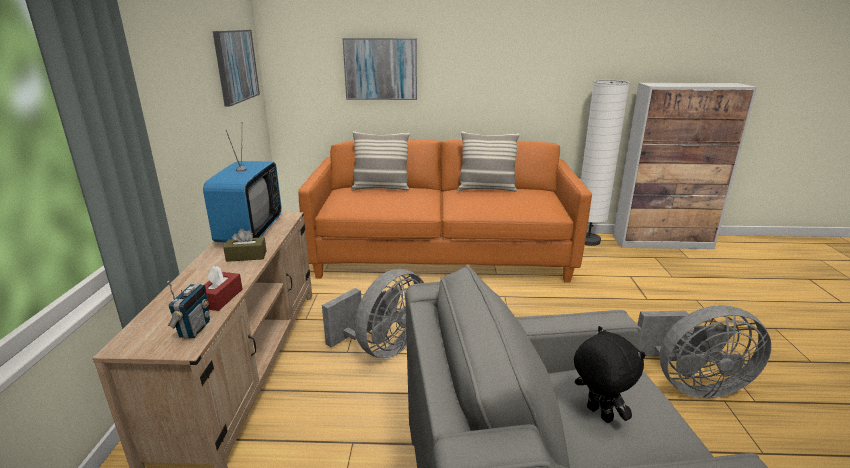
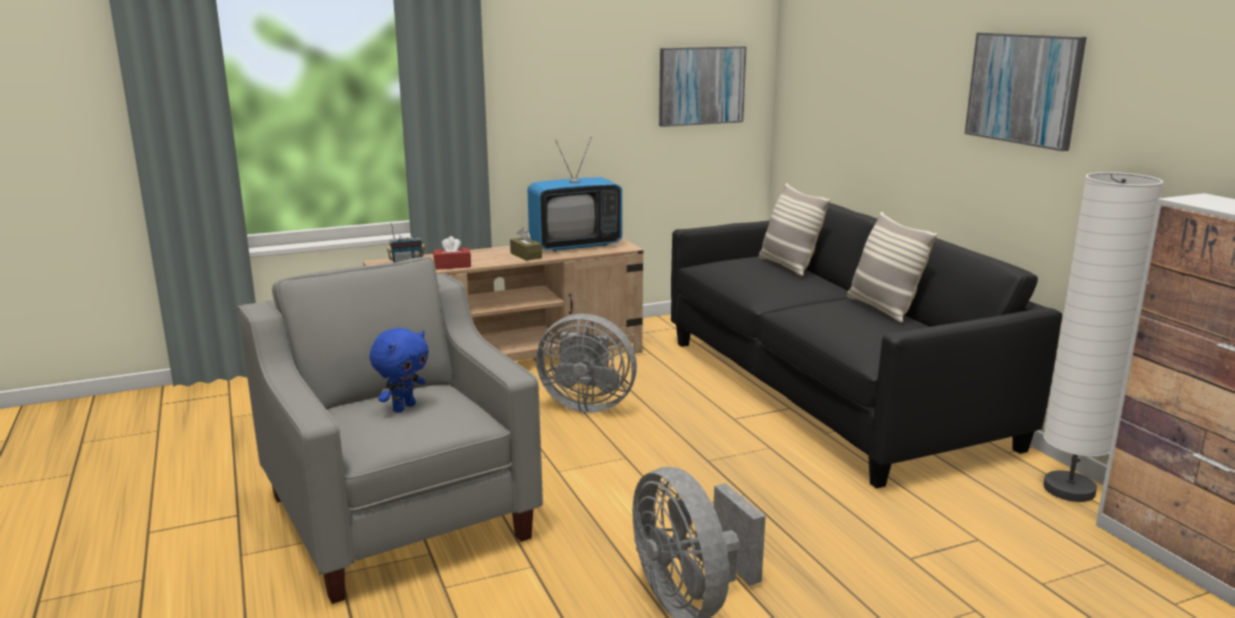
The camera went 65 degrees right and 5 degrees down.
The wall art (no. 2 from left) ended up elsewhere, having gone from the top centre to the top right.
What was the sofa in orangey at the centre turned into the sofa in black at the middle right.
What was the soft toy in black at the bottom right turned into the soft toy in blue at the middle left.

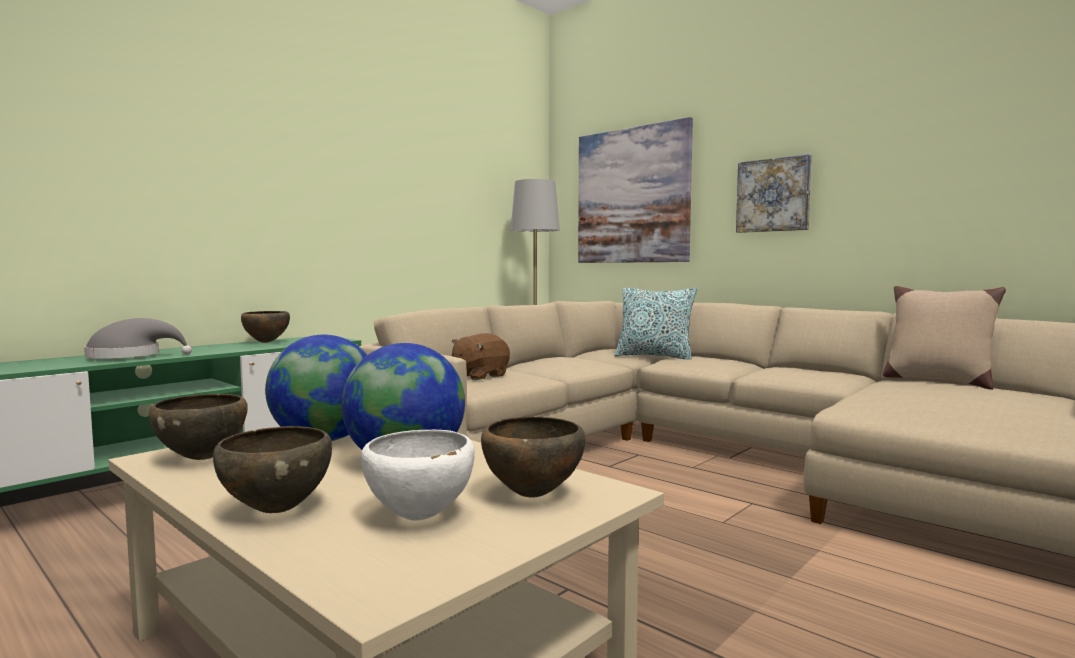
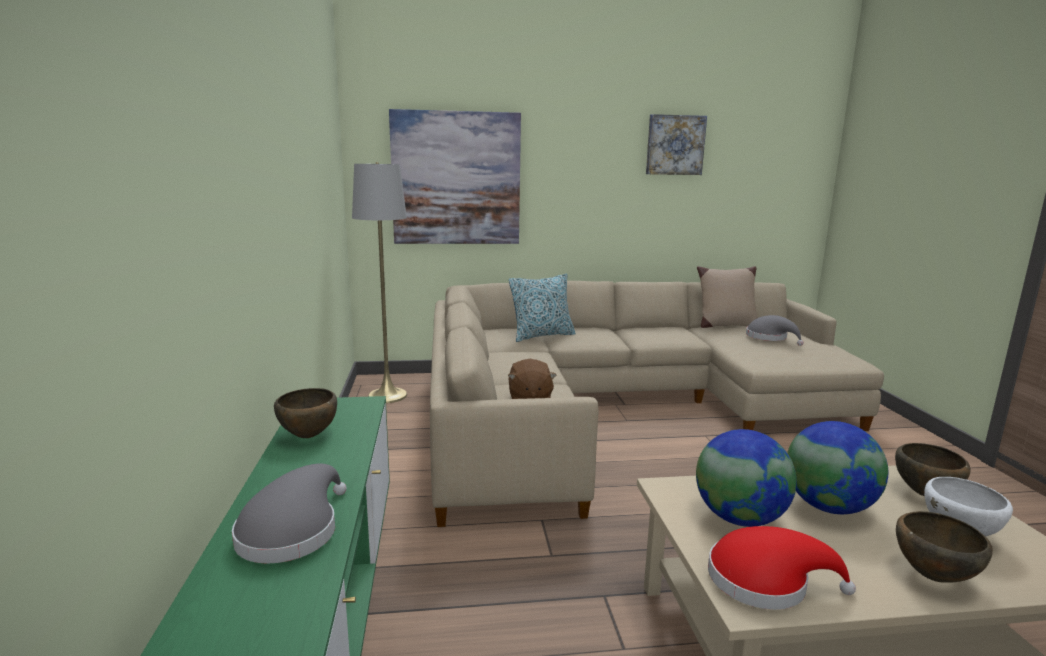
The camera went 50 degrees left and 10 degrees up.
The wall art (no. 2 from left) ended up elsewhere, having gone from the top right to the top centre.
Where the deep dish in brown (no. 1 from left) stood at the middle left, the hat in red-coloured came to stand at the bottom right.
The second view gained the hat in grey (no. 2 from left) at the middle right.

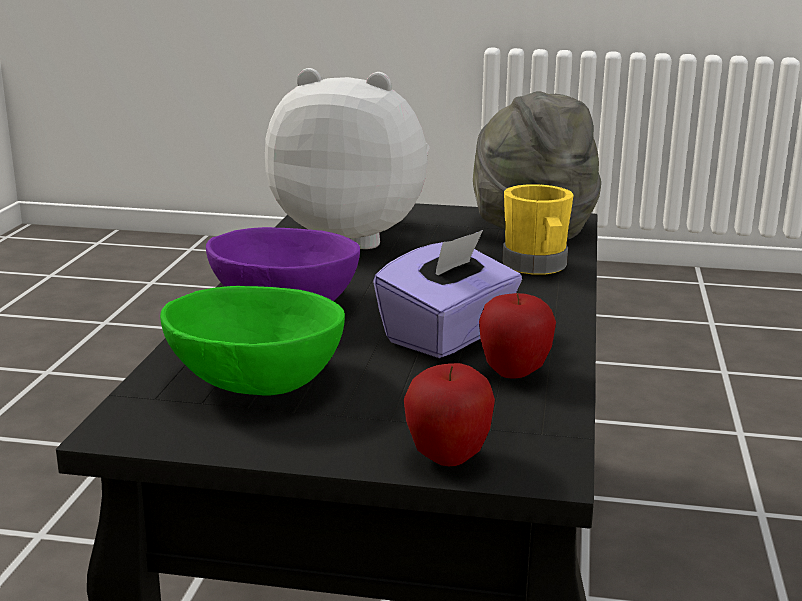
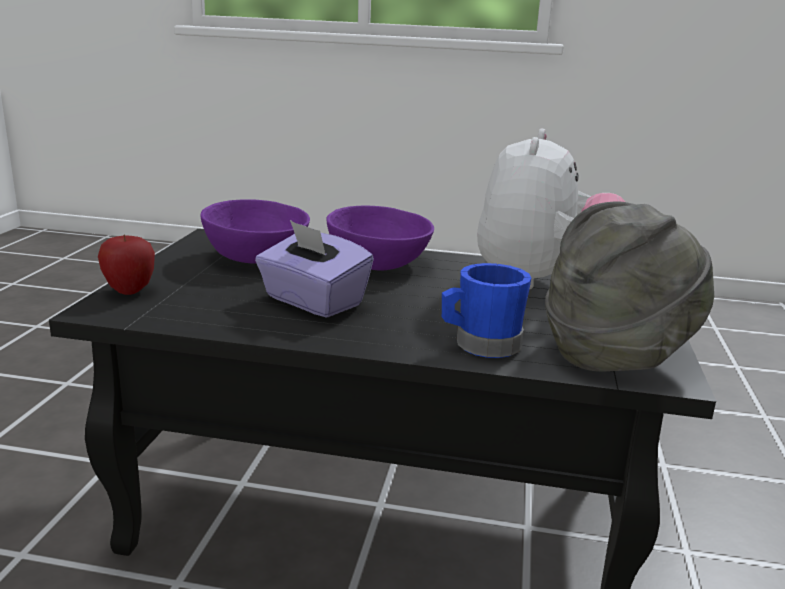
The camera went 90 degrees right and 0 degrees up.
What was the tea mug in yellow at the middle right turned into the tea mug in blue at the centre.
What was the deep dish in greenish at the middle left turned into the deep dish in purple-coloured (no. 1 from left) at the middle left.
The second view lost the whole apple (no. 2 from left) at the centre.

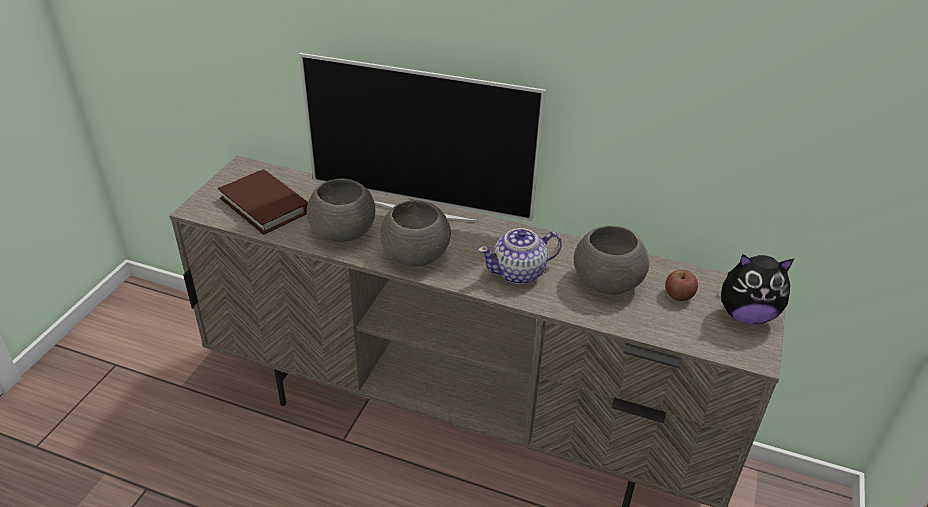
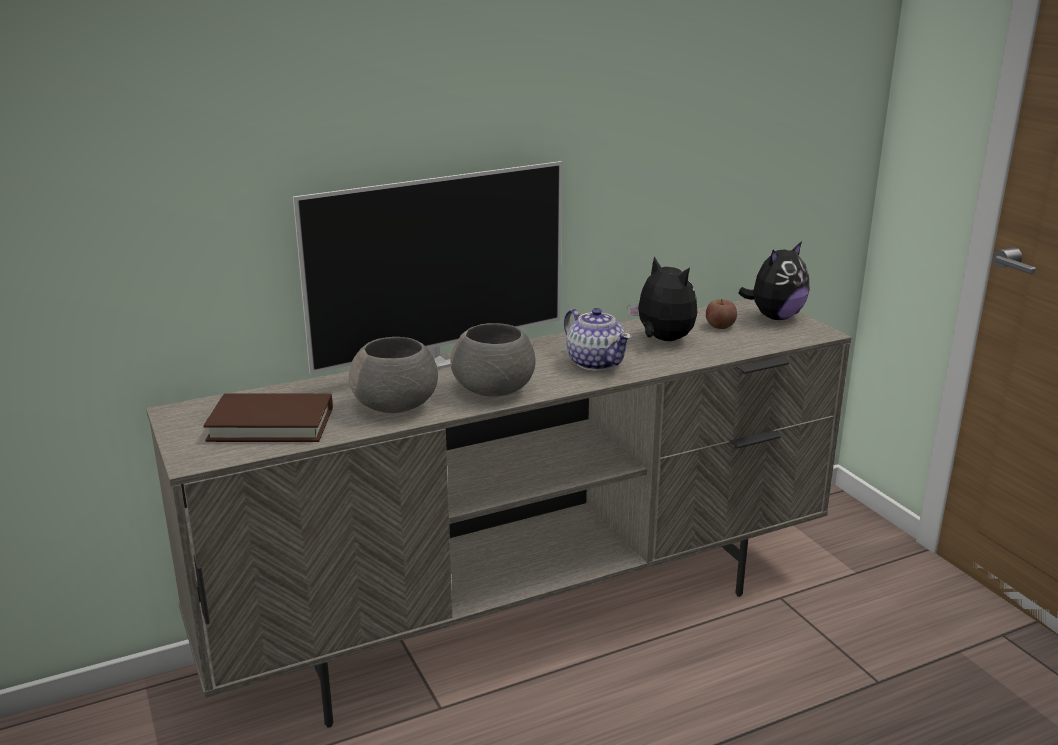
The camera went 45 degrees left and 15 degrees down.
Where the deep dish in grey (no. 3 from left) stood at the centre, the soft toy (no. 1 from left) came to stand at the centre.
The pot for tea at the centre ended up facing another way, 60 degrees counterclockwise from before.

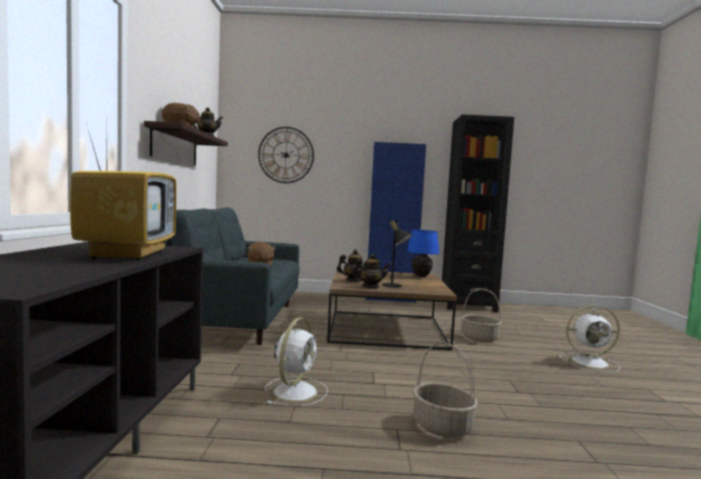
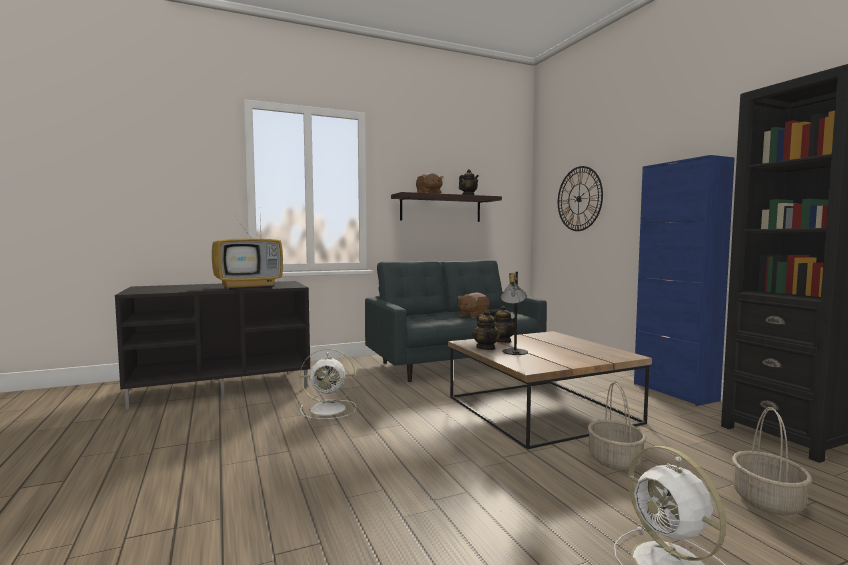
The camera went 65 degrees right and 0 degrees up.
The second view lost the lamp for a table in blue at the centre.
The basket (no. 1 from left in the first image) ended up elsewhere, having gone from the bottom centre to the bottom right.

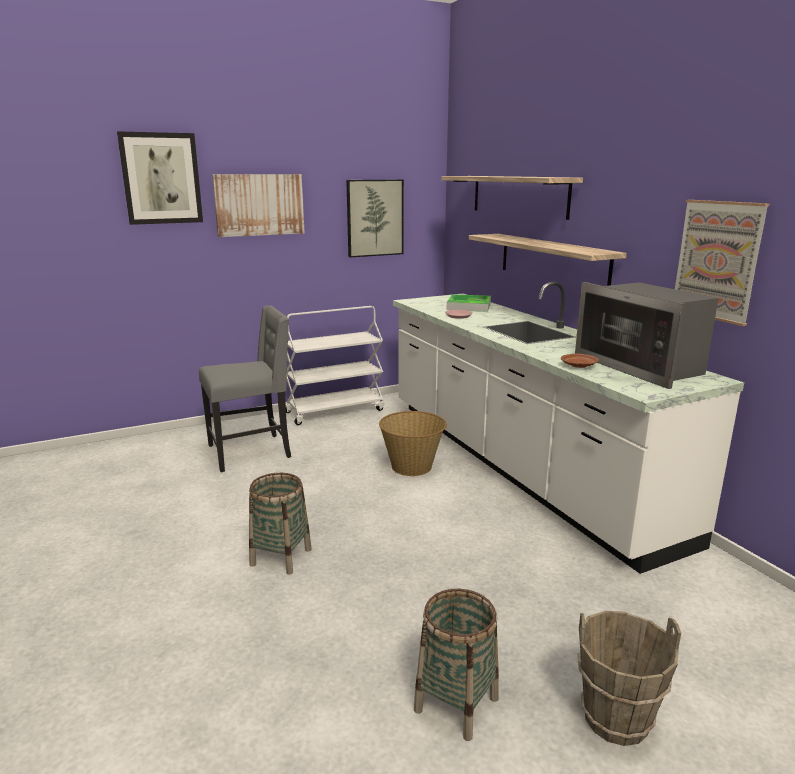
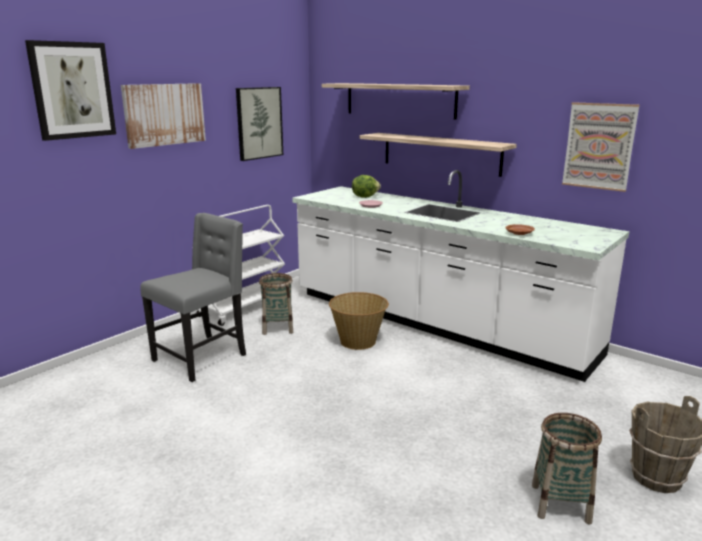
The camera went 25 degrees left and 0 degrees up.
The second view lost the microwave oven at the middle right.
Where the tray stood at the centre, the lettuce came to stand at the centre.
The basket (no. 1 from left) ended up elsewhere, having gone from the bottom centre to the centre.

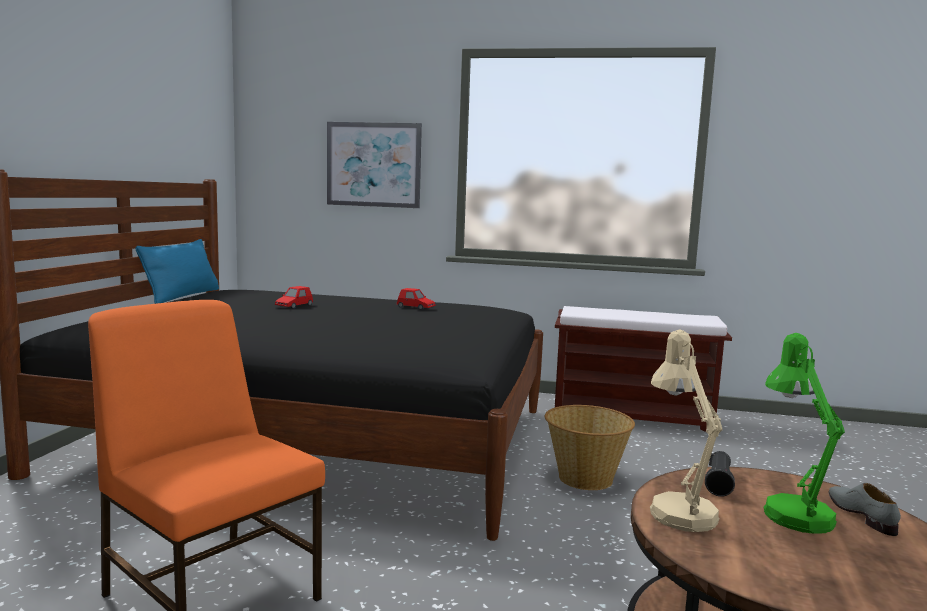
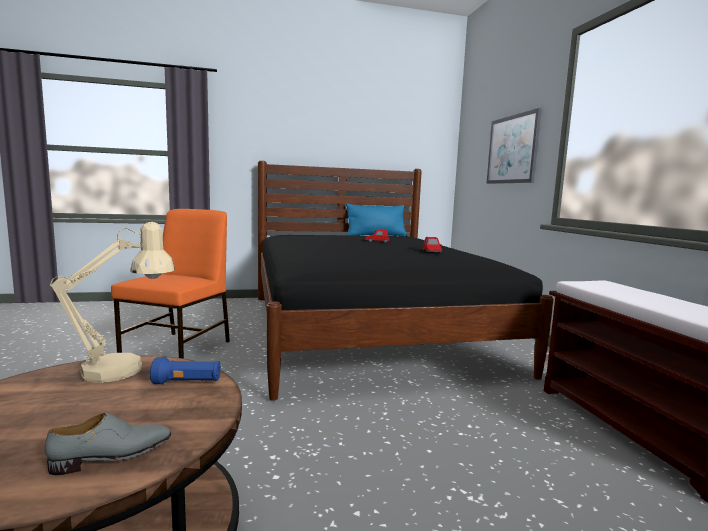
The camera went 65 degrees right and 0 degrees up.
The second view lost the lamp for a table in greenish at the bottom right.
The second view lost the basket at the bottom centre.
What was the flashlight in black at the bottom right turned into the flashlight in blue at the bottom left.

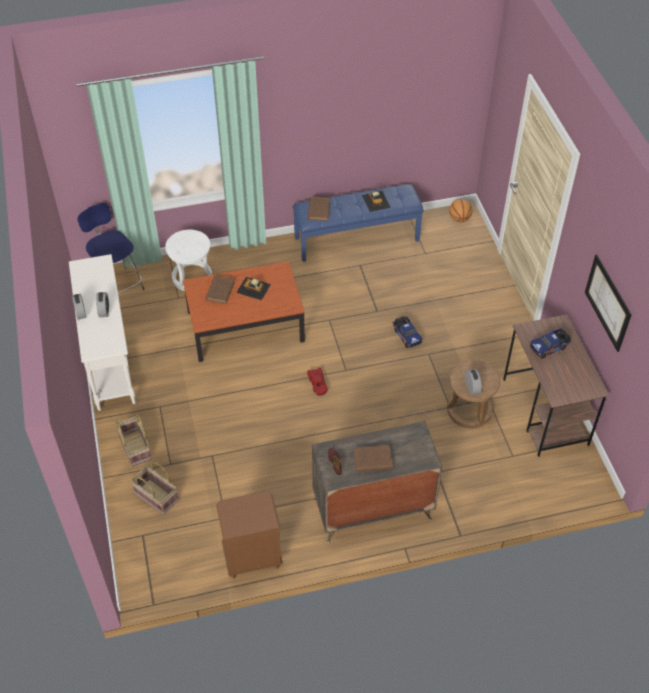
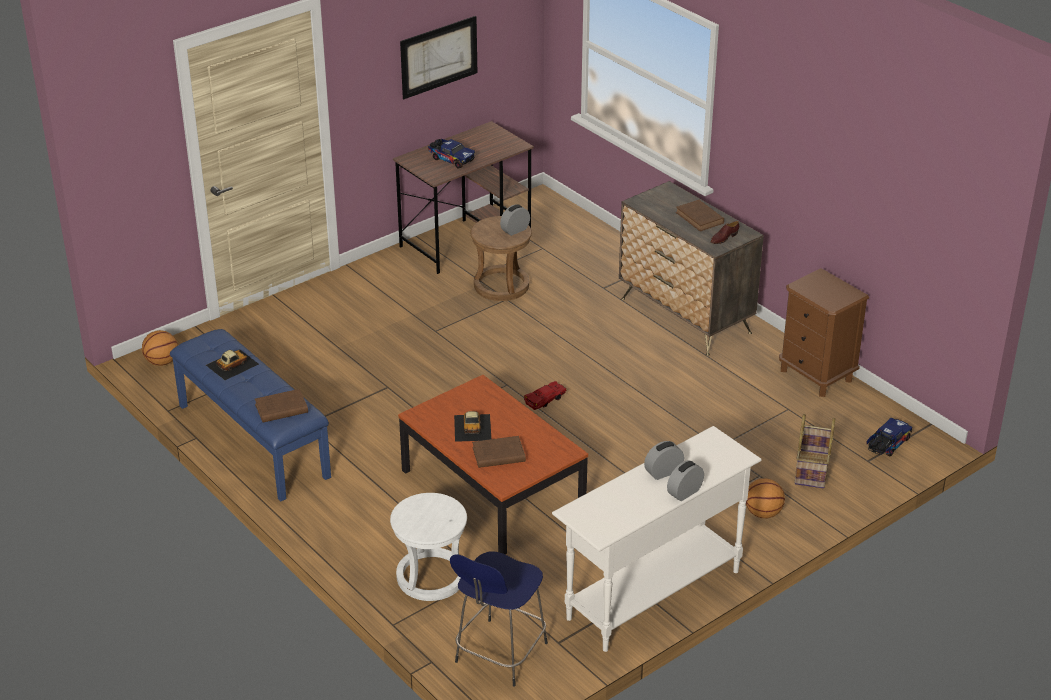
The camera went 115 degrees left and 15 degrees down.
The toy truck (no. 1 from left in the first image) ended up elsewhere, having gone from the centre to the middle right.
Where the basket (no. 1 from left) stood at the middle left, the basketball (no. 2 from left) came to stand at the bottom right.

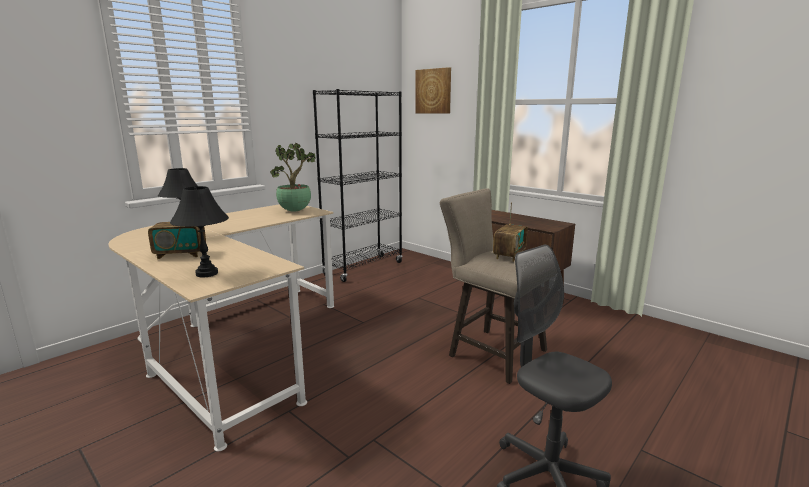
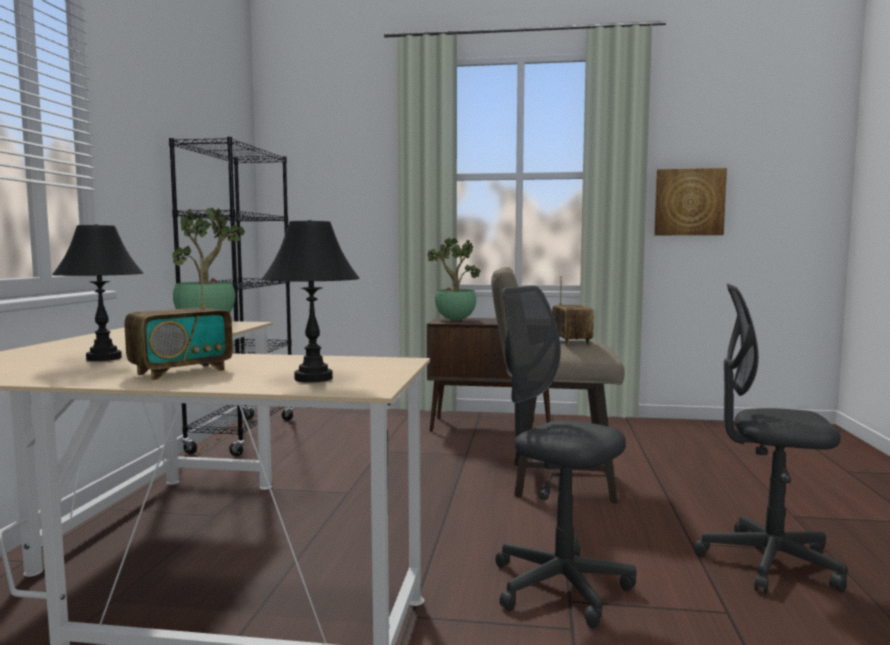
The camera went 35 degrees left and 10 degrees down.
The wall art ended up elsewhere, having gone from the top centre to the top right.
The second view gained the houseplant (no. 2 from left) at the centre.
The second view gained the desk chair in grey (no. 1 from left) at the bottom centre.

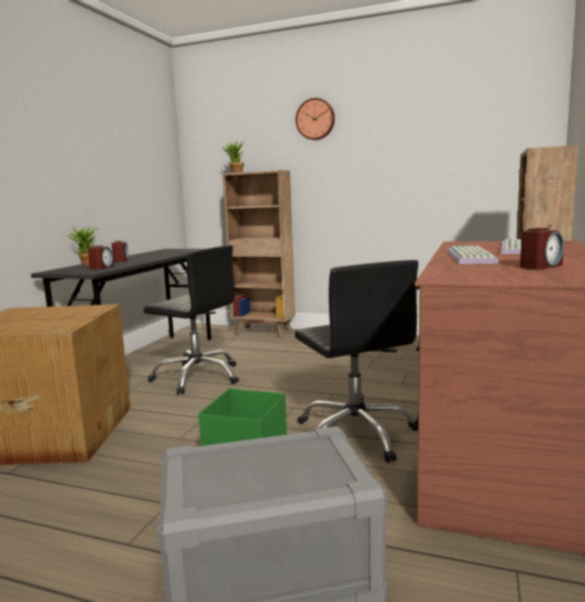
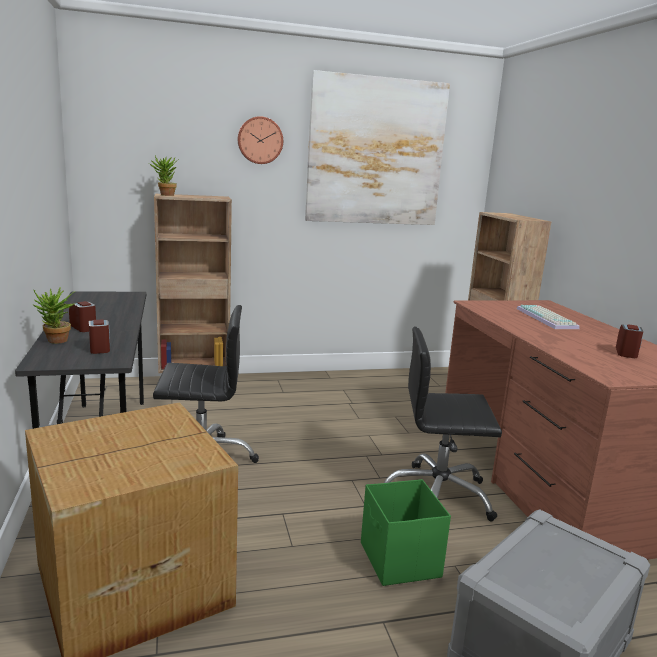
The camera went 35 degrees left and 5 degrees up.
The second view lost the computer keyboard (no. 1 from left) at the middle right.
The desk chair in black (no. 2 from left) at the centre ended up facing another way, 150 degrees clockwise from before.
The second view gained the wall art at the top centre.

